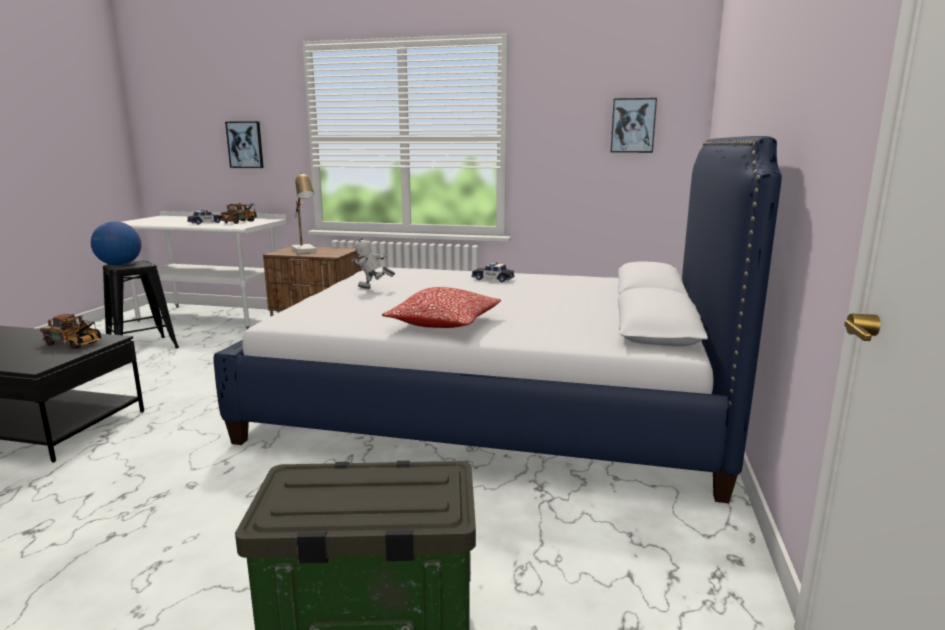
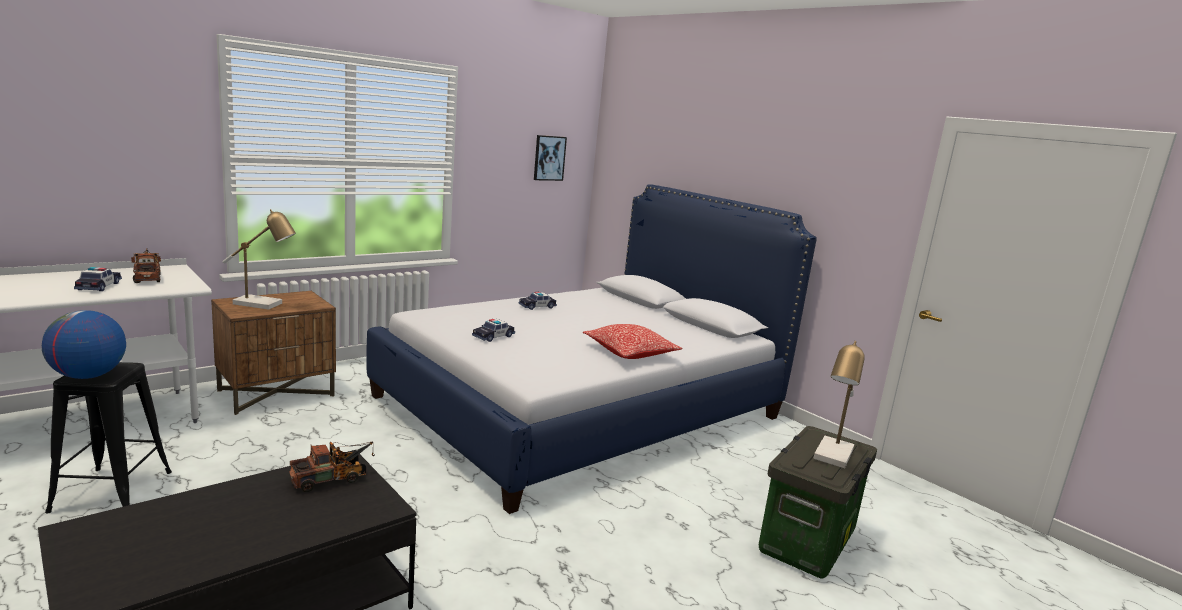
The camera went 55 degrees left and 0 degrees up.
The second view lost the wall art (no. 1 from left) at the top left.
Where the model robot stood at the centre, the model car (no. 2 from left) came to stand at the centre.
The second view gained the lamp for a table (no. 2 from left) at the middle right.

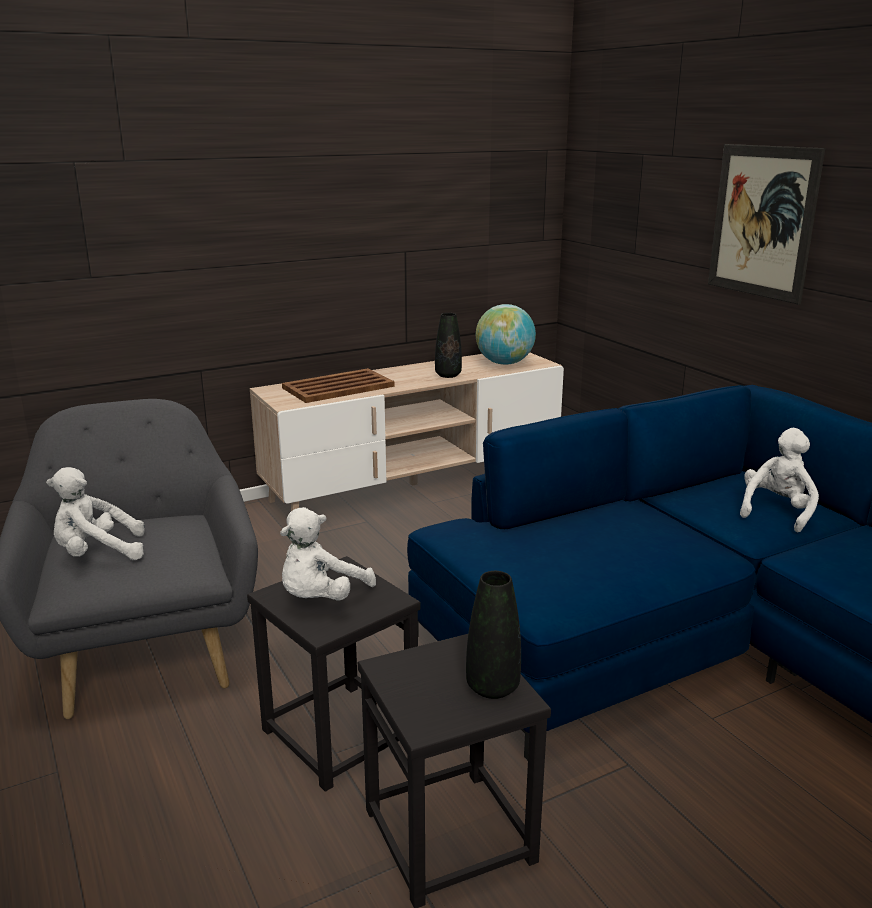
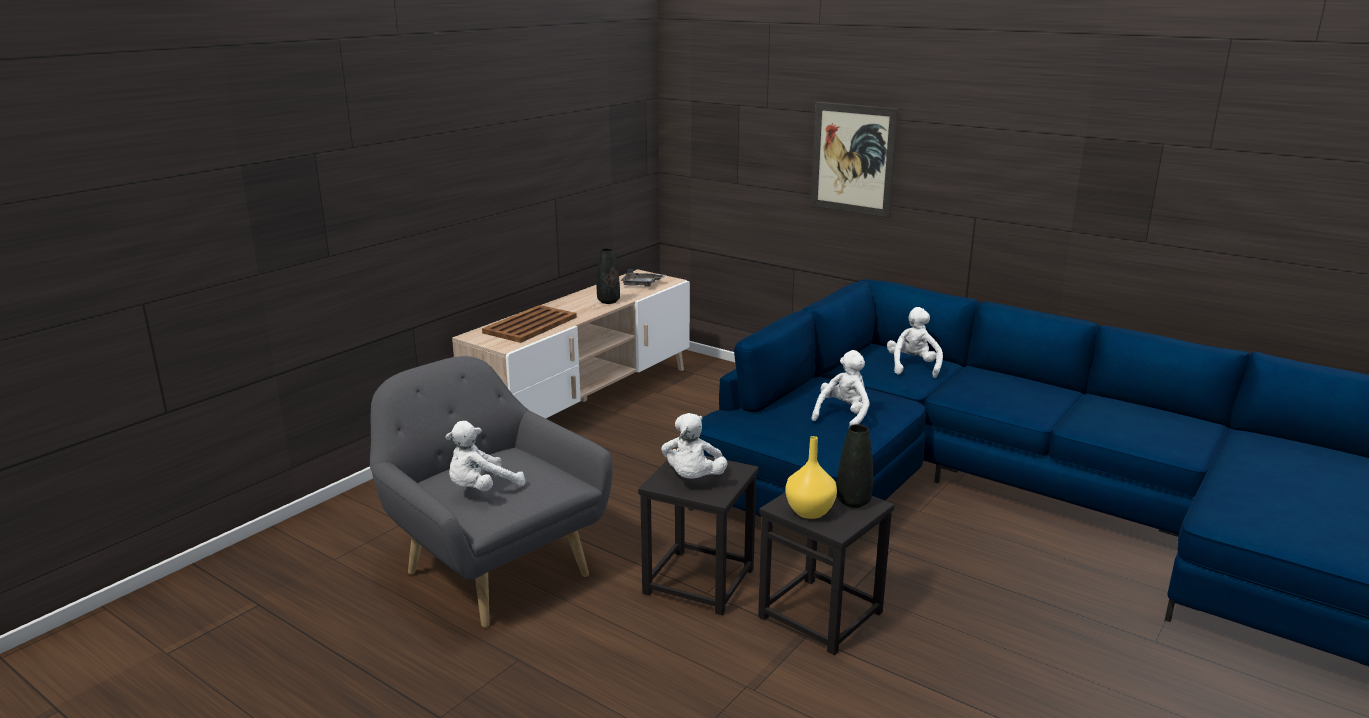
The camera went 25 degrees left and 0 degrees up.
Where the world globe stood at the centre, the tray in grey came to stand at the centre.
The second view gained the soft toy in white-coloured (no. 3 from left) at the centre.
The second view gained the vase in yellow at the centre.

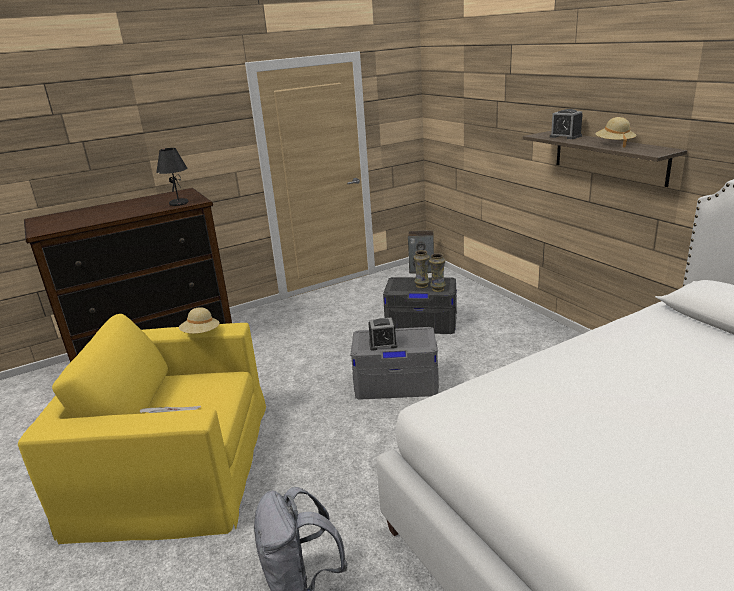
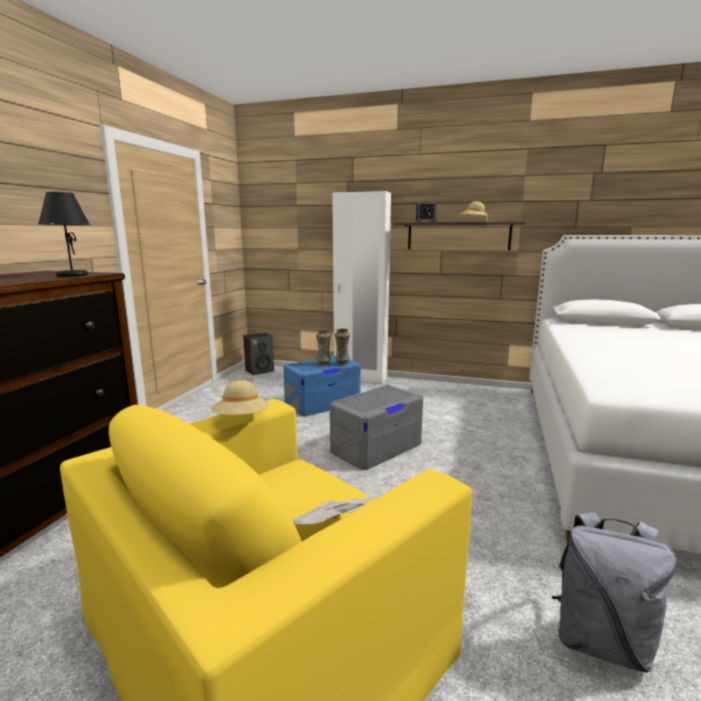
The camera went 45 degrees left and 10 degrees down.
What was the storage bin in grey (no. 2 from left) at the centre turned into the storage bin in blue at the centre.
The second view lost the alarm clock (no. 1 from left) at the centre.
The second view gained the armoire in white-coloured at the centre.

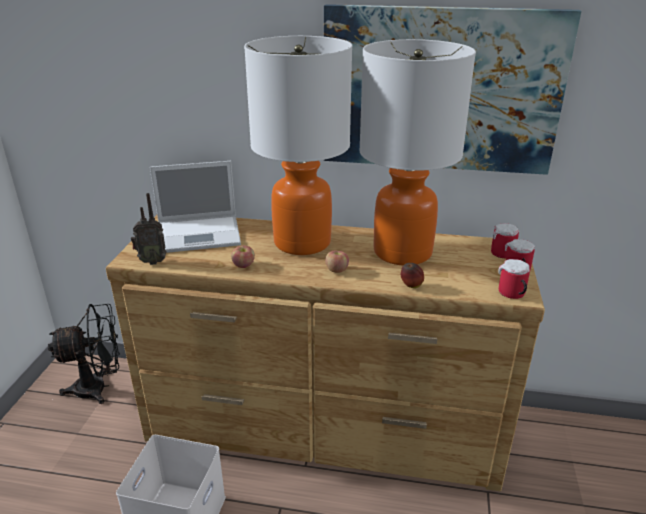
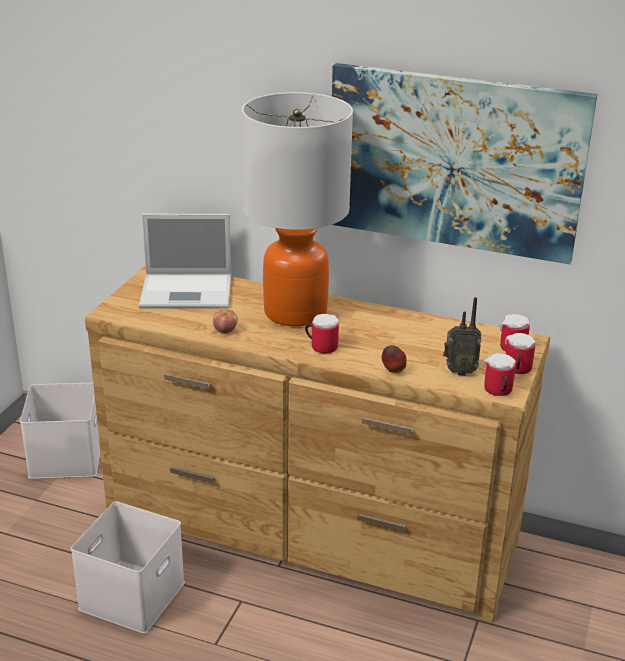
The camera went 10 degrees right and 0 degrees up.
The second view lost the lamp for a table (no. 2 from left) at the top centre.
The radio receiver ended up elsewhere, having gone from the middle left to the middle right.
Where the whole apple (no. 2 from left) stood at the centre, the tea mug (no. 1 from left) came to stand at the centre.
Where the fan in black stood at the bottom left, the storage bin in white-coloured (no. 1 from left) came to stand at the middle left.

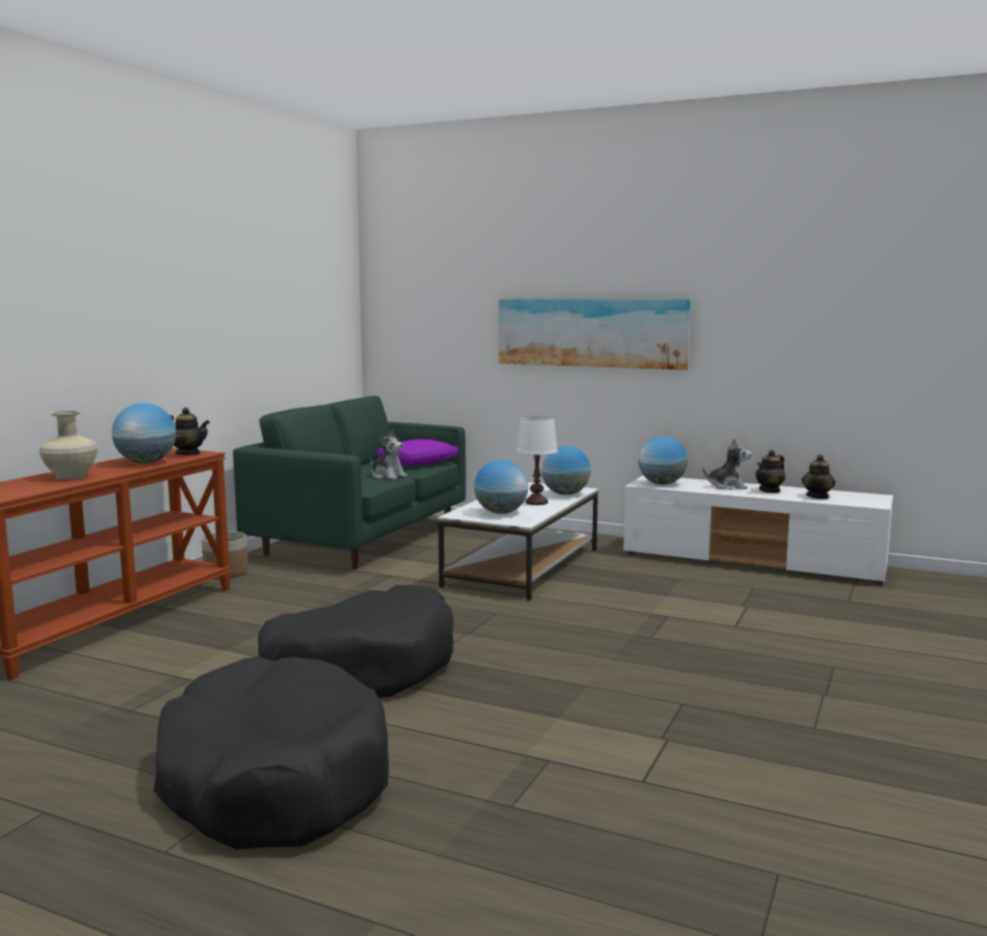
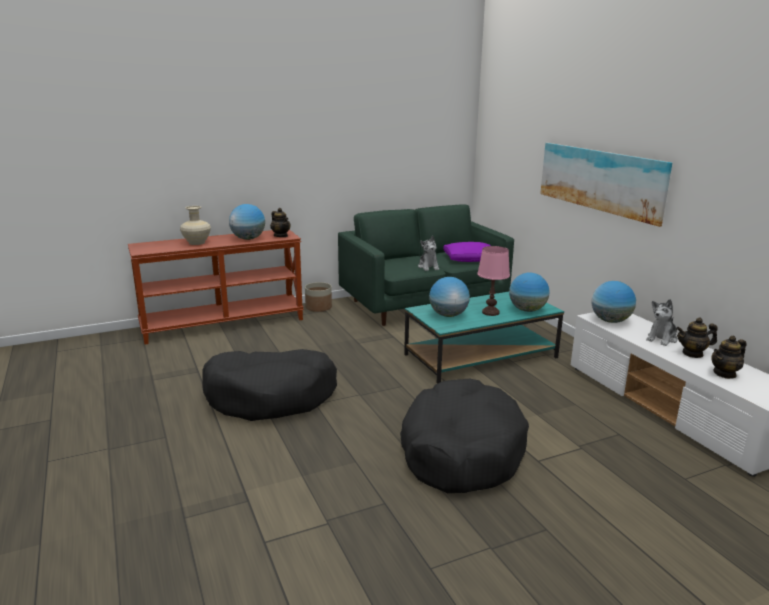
The camera went 40 degrees right and 10 degrees up.
What was the lamp for a table in white-coloured at the centre turned into the lamp for a table in pink at the centre.
The soft toy (no. 2 from left) at the middle right ended up facing another way, 90 degrees clockwise from before.
What was the coffee table in white-coloured at the centre turned into the coffee table in turquoise at the centre.
The pet bed in black (no. 1 from left in the first image) ended up elsewhere, having gone from the bottom left to the bottom centre.

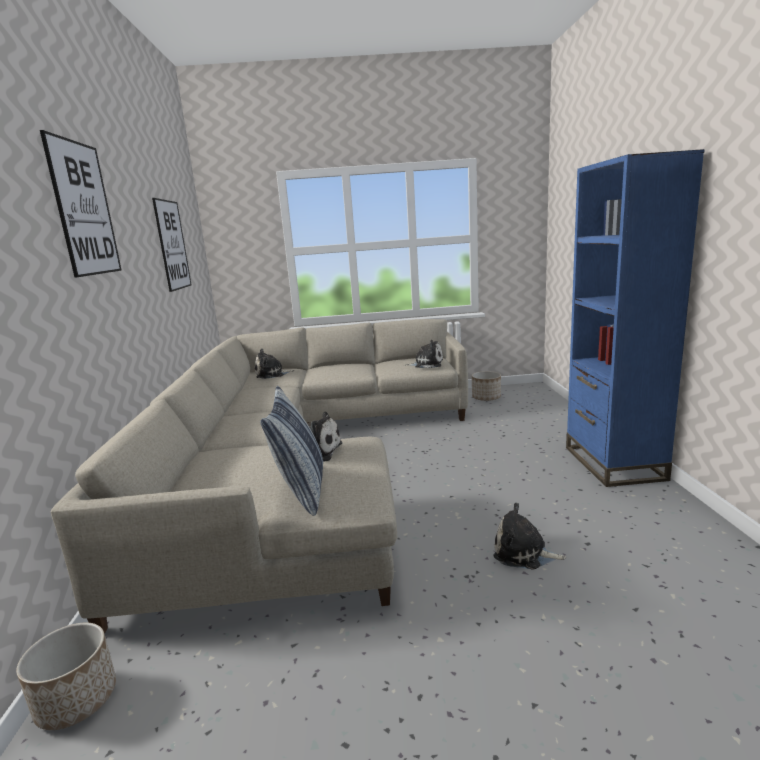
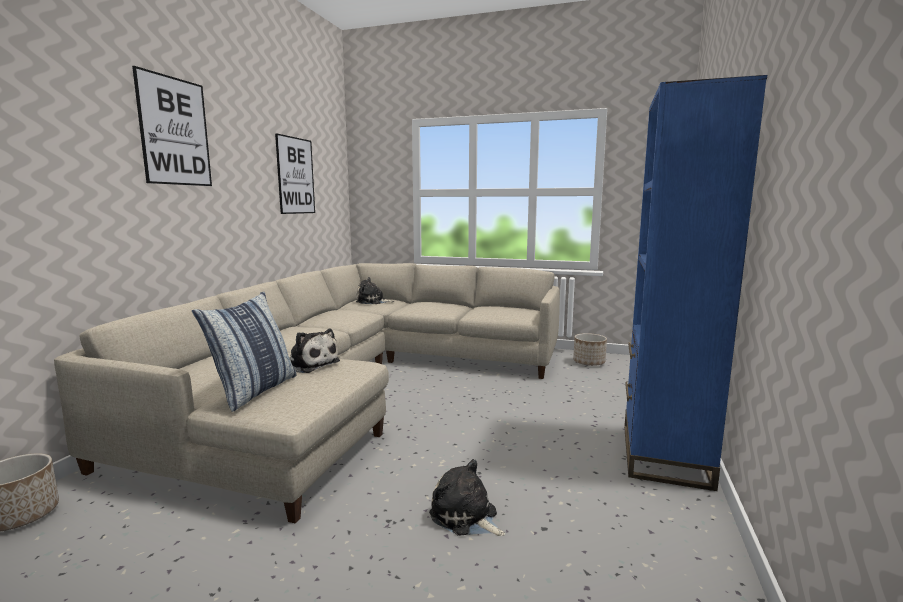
The camera went 20 degrees right and 5 degrees down.
The second view lost the soft toy (no. 3 from left) at the centre.

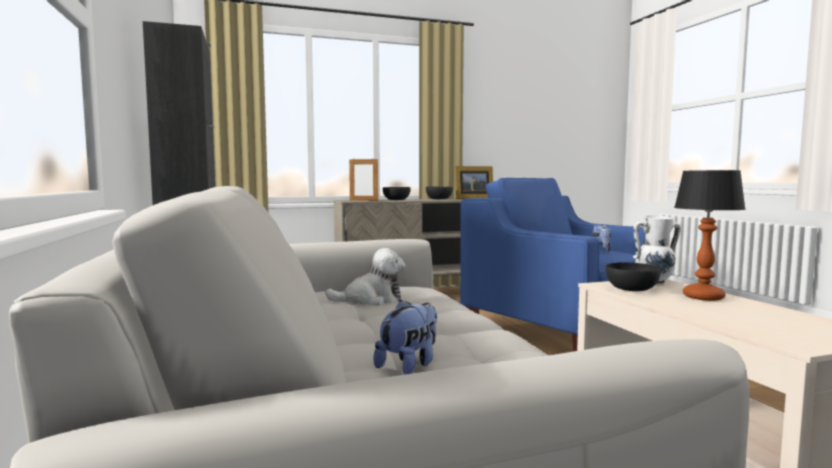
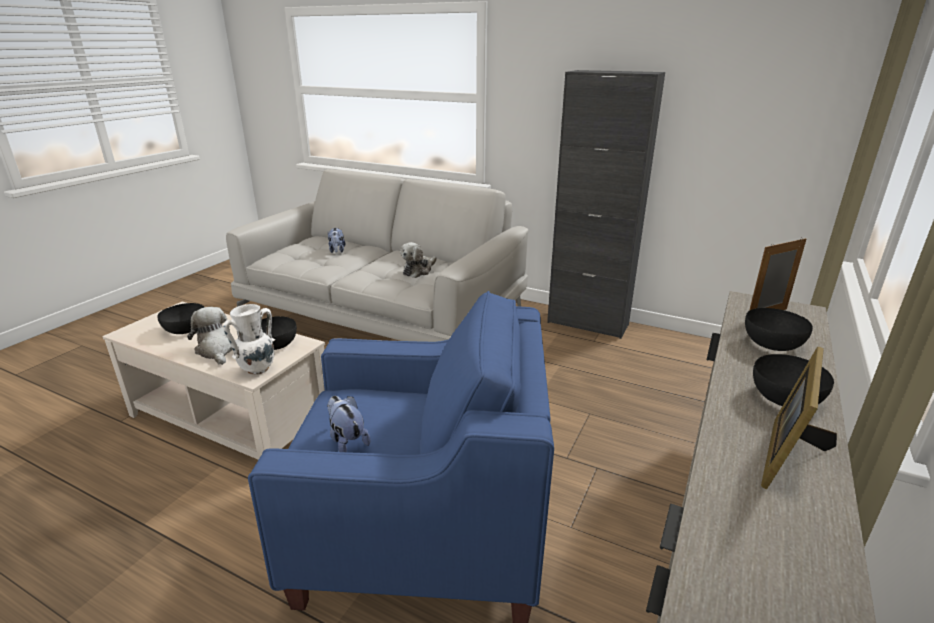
The camera went 135 degrees right and 20 degrees up.
Where the lamp for a table stood at the middle right, the soft toy (no. 1 from left) came to stand at the middle left.
The second view gained the deep dish in black (no. 1 from left) at the middle left.

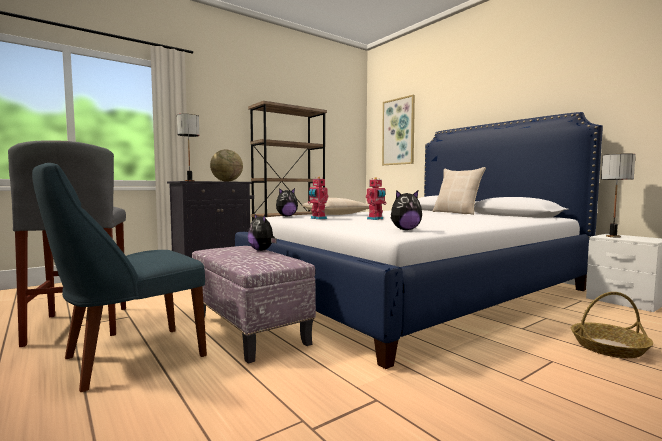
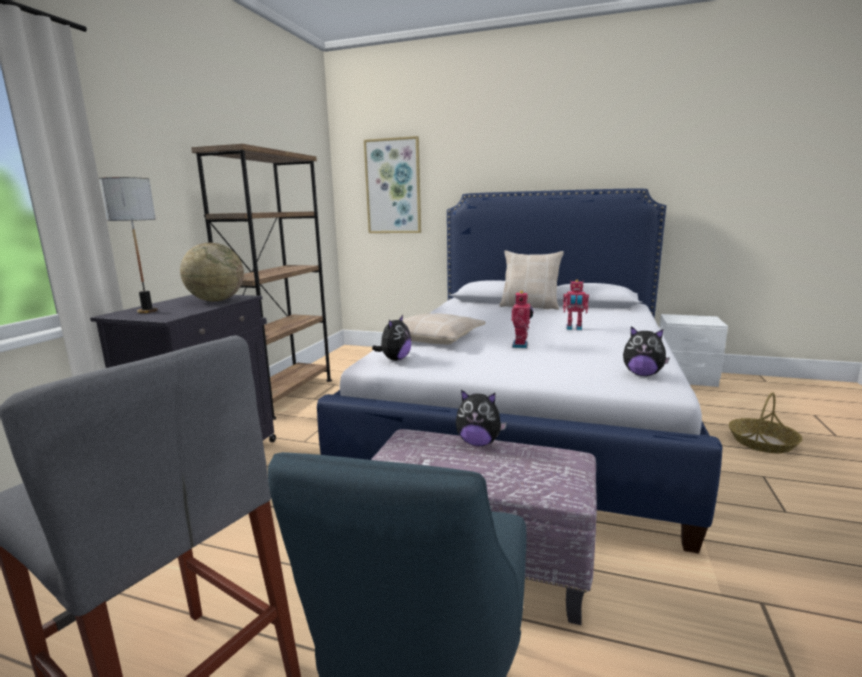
The camera went 35 degrees left and 10 degrees up.
The second view lost the lamp for a table (no. 2 from left) at the middle right.
The model robot (no. 1 from left in the first image) ended up elsewhere, having gone from the centre to the middle right.
The soft toy (no. 3 from left) at the centre ended up facing another way, 75 degrees clockwise from before.

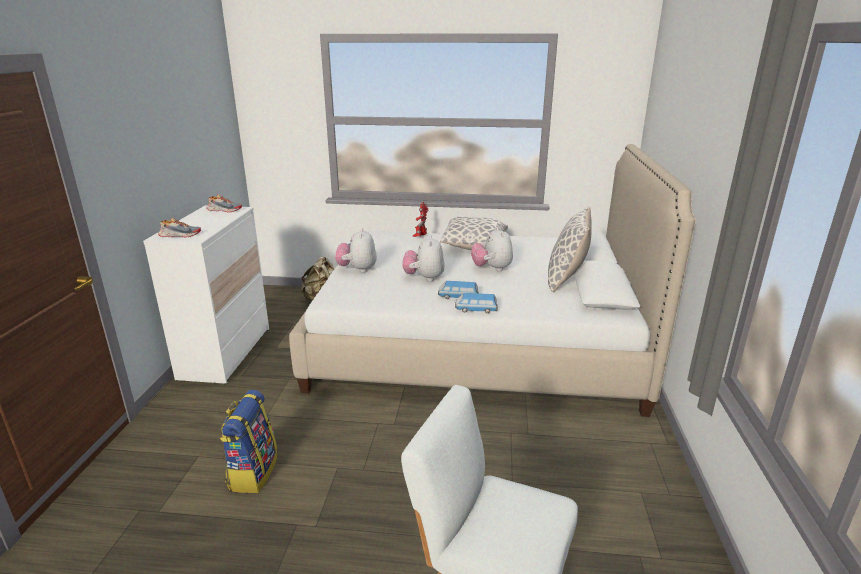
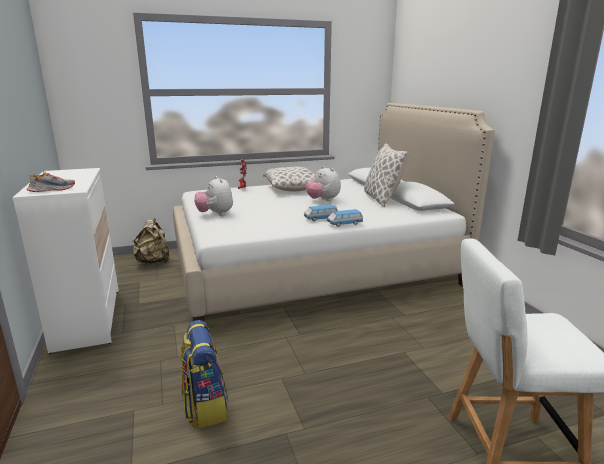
The camera went 25 degrees left and 5 degrees down.
The second view lost the item of footwear (no. 2 from left) at the middle left.
The second view lost the soft toy (no. 2 from left) at the centre.

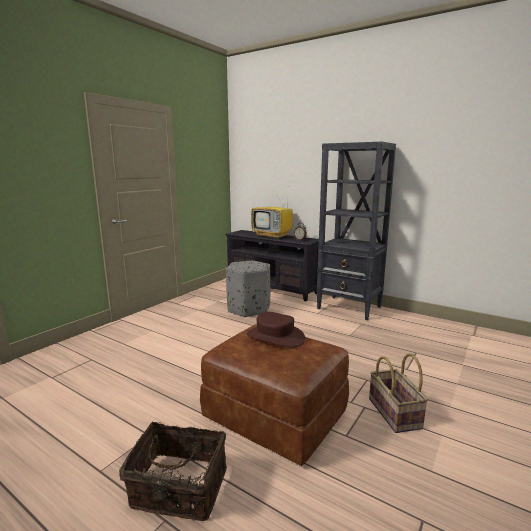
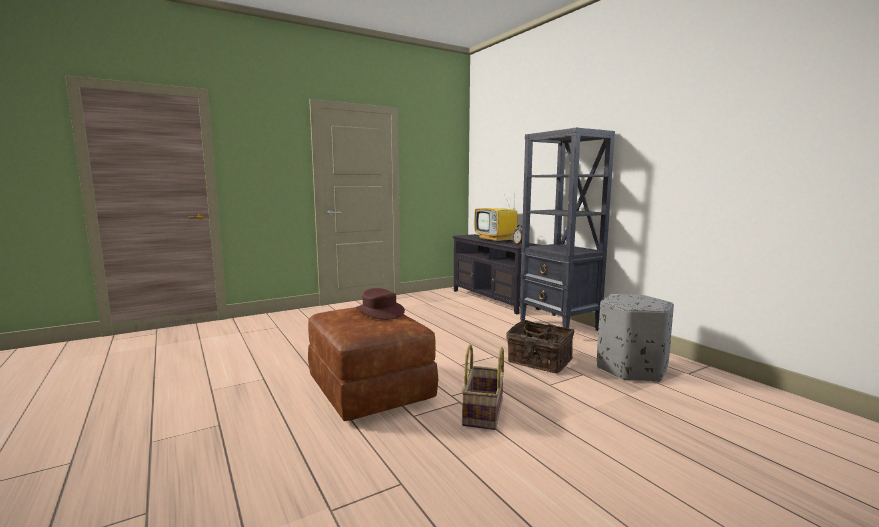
The camera went 25 degrees right and 5 degrees down.
The pouffe in grey ended up elsewhere, having gone from the centre to the middle right.
The basket (no. 1 from left in the first image) ended up elsewhere, having gone from the bottom left to the centre.

